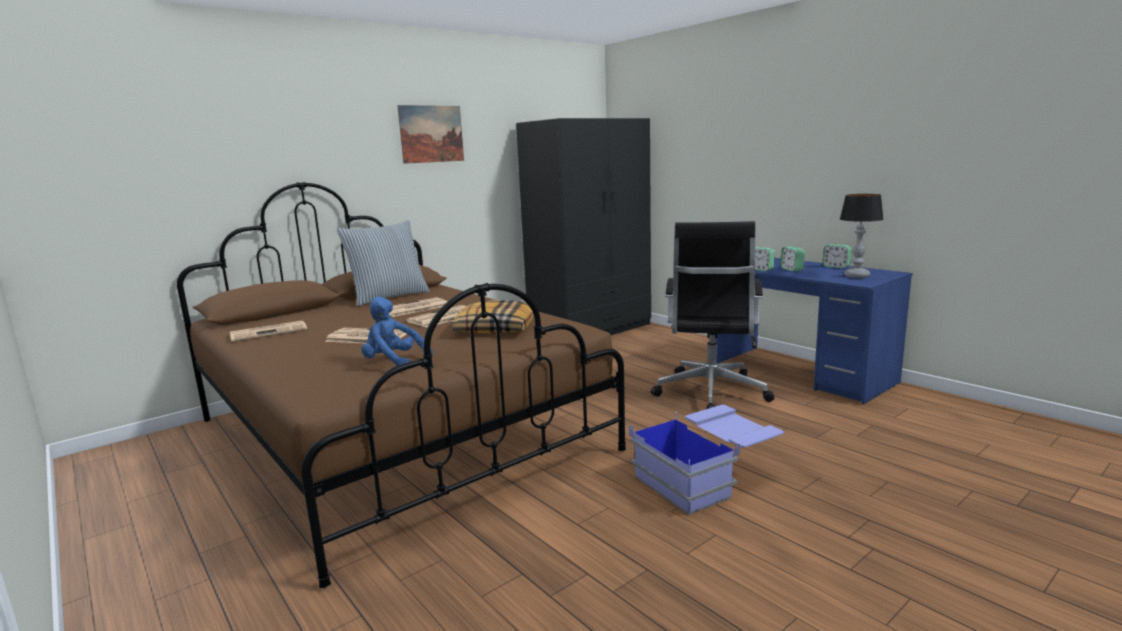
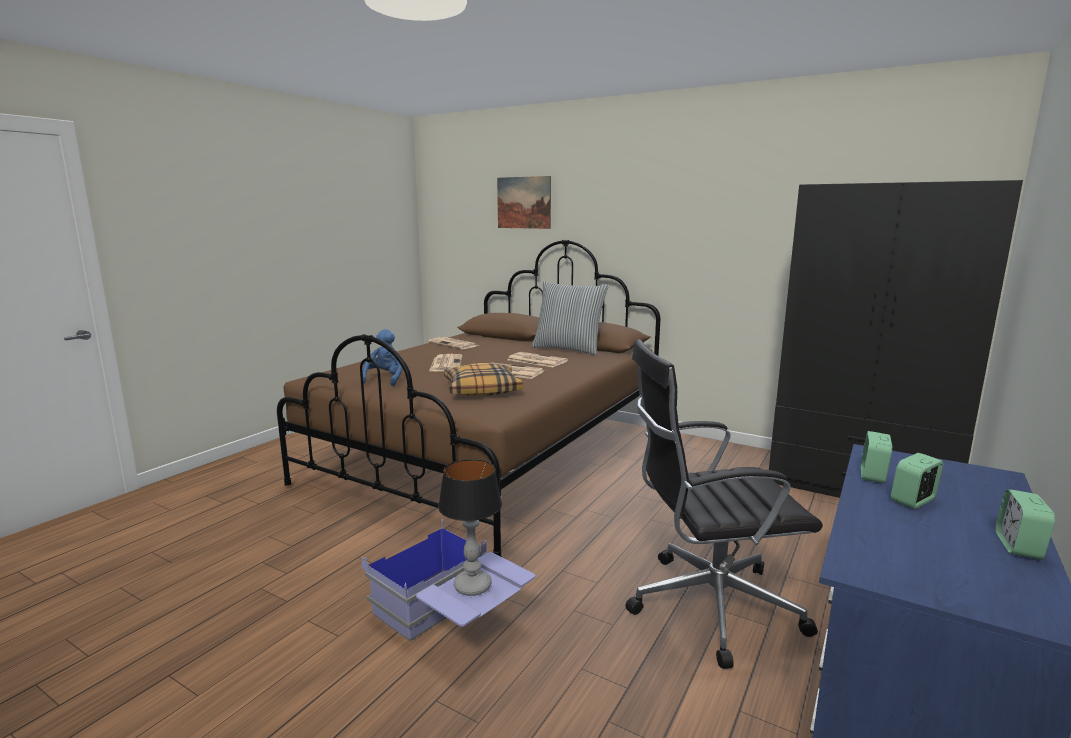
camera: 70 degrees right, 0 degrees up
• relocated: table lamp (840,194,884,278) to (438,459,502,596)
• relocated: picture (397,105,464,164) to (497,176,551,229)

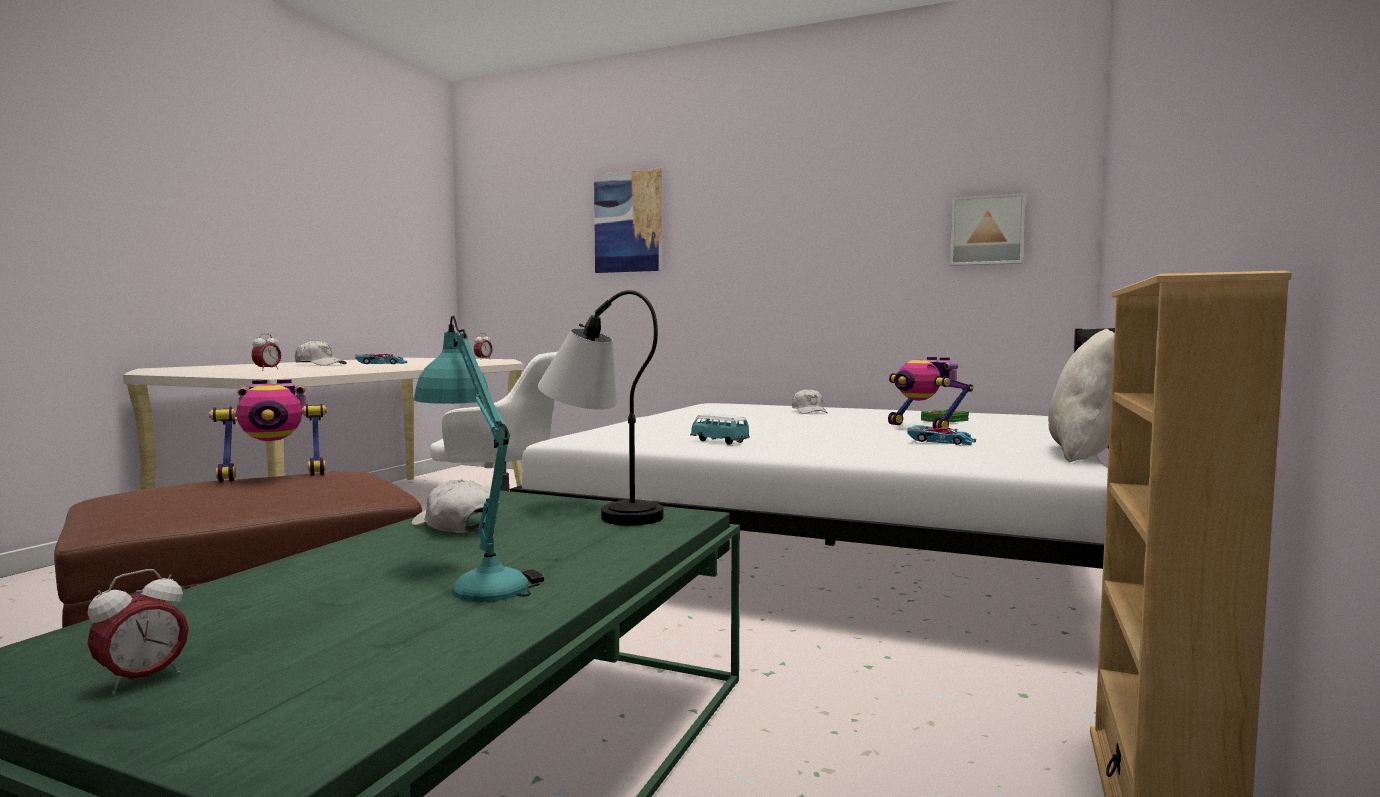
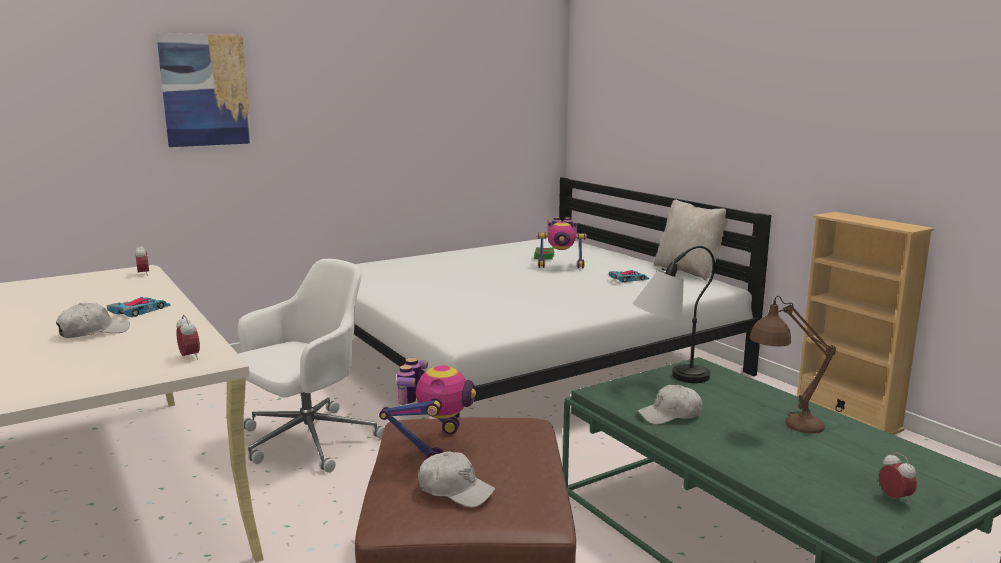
camera: 55 degrees left, 10 degrees up
• relocated: white cap (792,388,828,414) to (418,452,495,507)
• colour: turquoise table lamp (414,316,544,602) to brown table lamp (749,296,836,434)
• missing: toy car (690,414,750,445)
• missing: picture (950,193,1025,266)

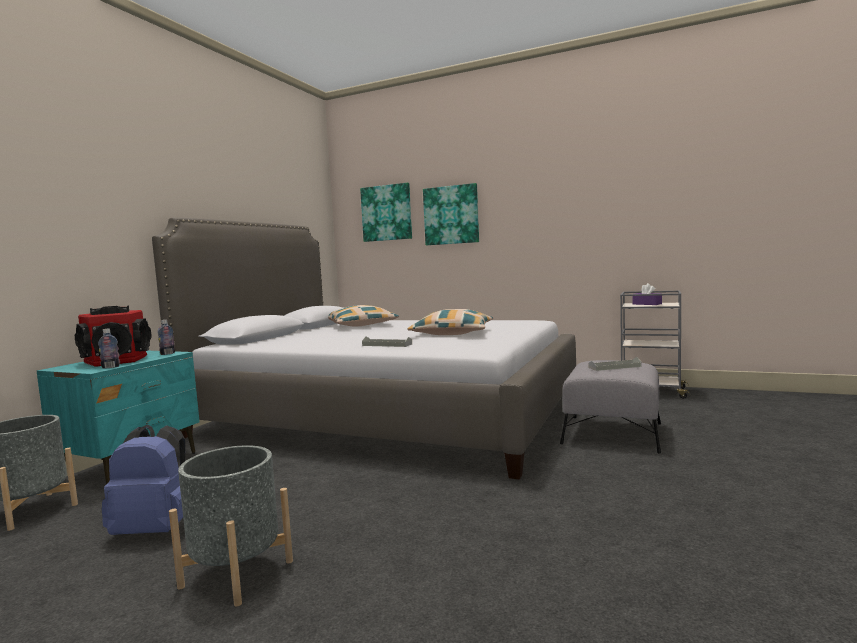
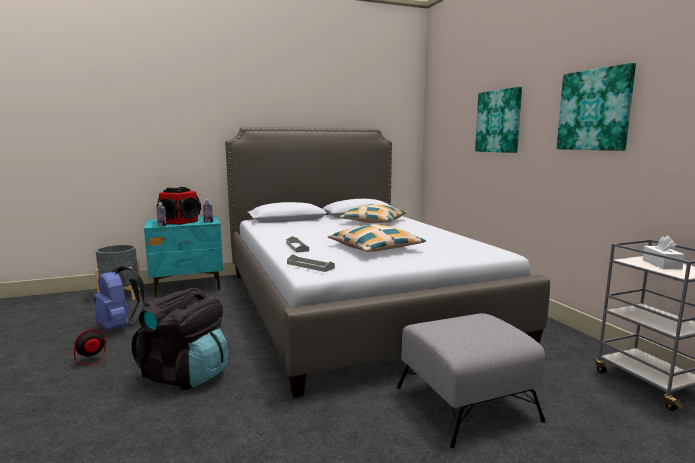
camera: 45 degrees right, 5 degrees up
• exchanged: grey planter (169,445,293,607) to fan (50,330,106,391)
• appeared: black backpack (131,288,228,390)
• relocated: grey tray (589,357,641,371) to (287,254,335,272)
• relocated: picture (360,183,412,242) to (557,63,636,151)
• colour: purple tissue box (633,283,662,305) to white tissue box (642,236,685,269)

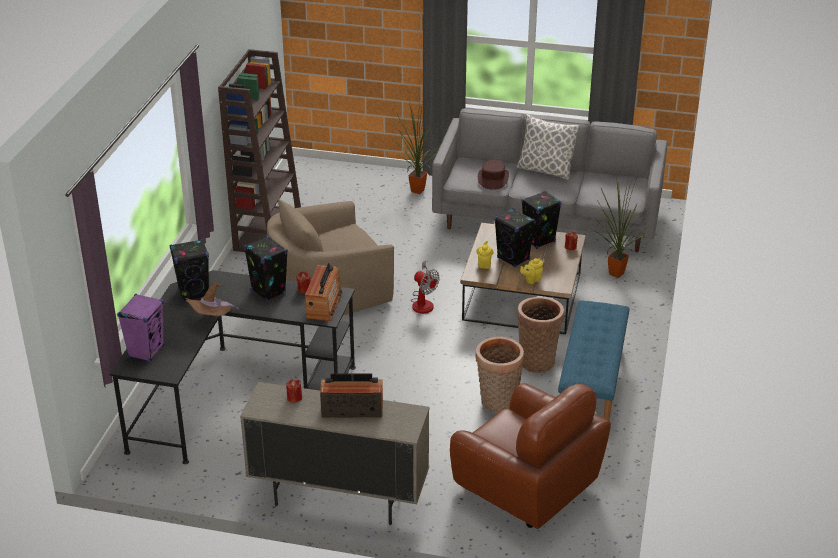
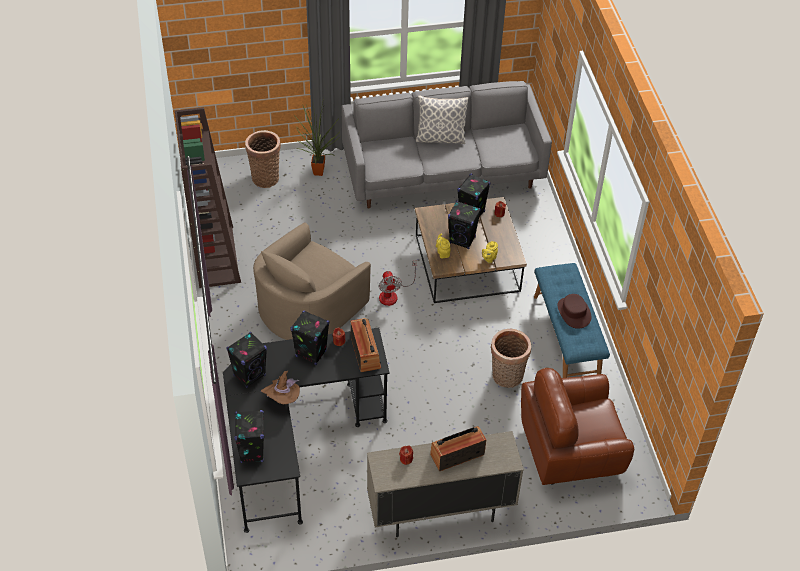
camera: 25 degrees left, 15 degrees up
• colour: purple speaker (117,294,164,362) to black speaker (234,410,264,463)
• relocated: basket (517,296,564,373) to (245,130,281,188)
• spun: fan (411,261,440,314) = (379,260,417,306) 60 degrees clockwise
• spun: brown armchair (450,383,611,529) = (521,368,634,485) 150 degrees clockwise
• relocated: brown hat (478,160,509,190) to (557,294,591,329)
• missing: potted plant (593,176,648,278)

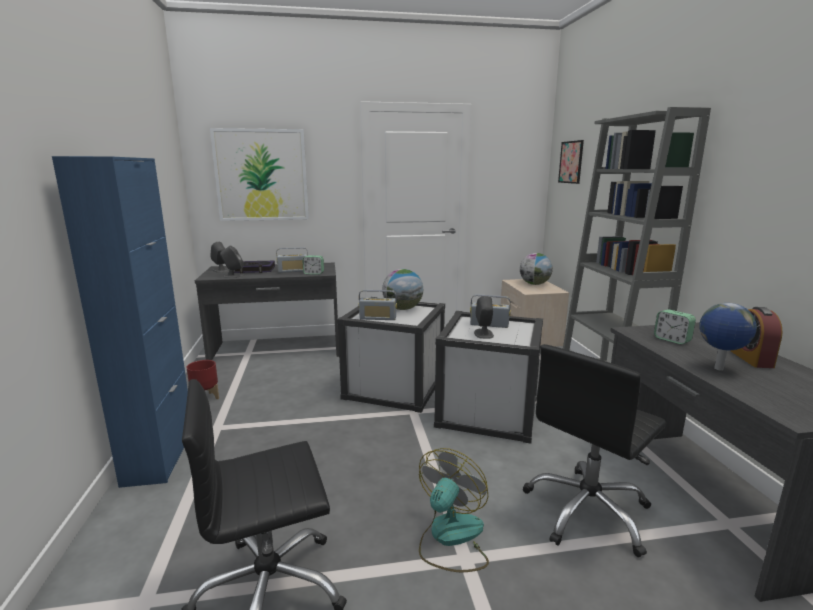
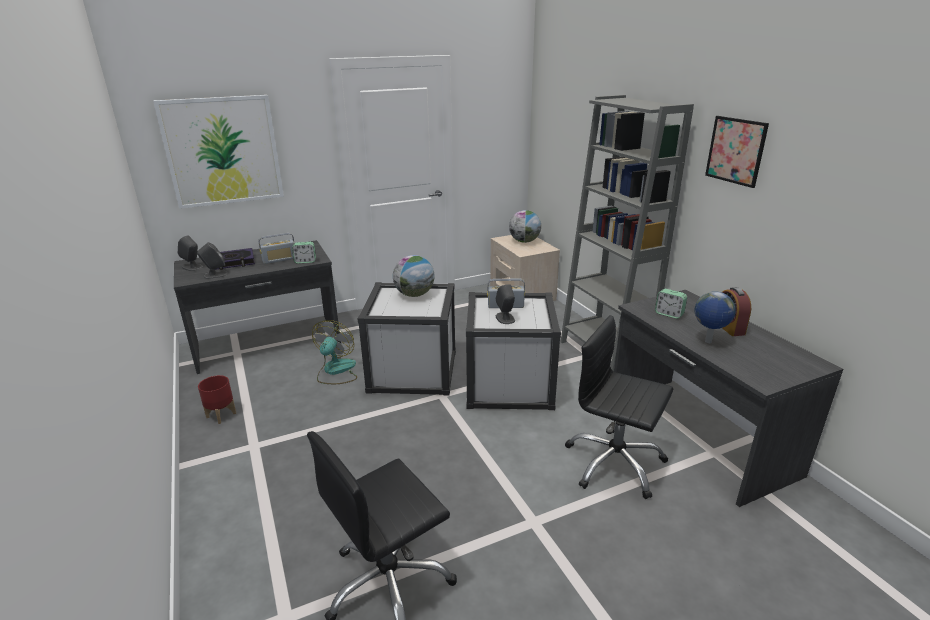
camera: 15 degrees left, 10 degrees up
• relocated: fan (419,448,489,572) to (312,320,357,384)
• spun: black office chair (522,344,666,557) = (565,315,673,499) 90 degrees clockwise
• relocated: picture (558,140,584,184) to (705,116,769,188)
• missing: blue cabinet (52,156,188,488)
• missing: radio (359,290,397,320)

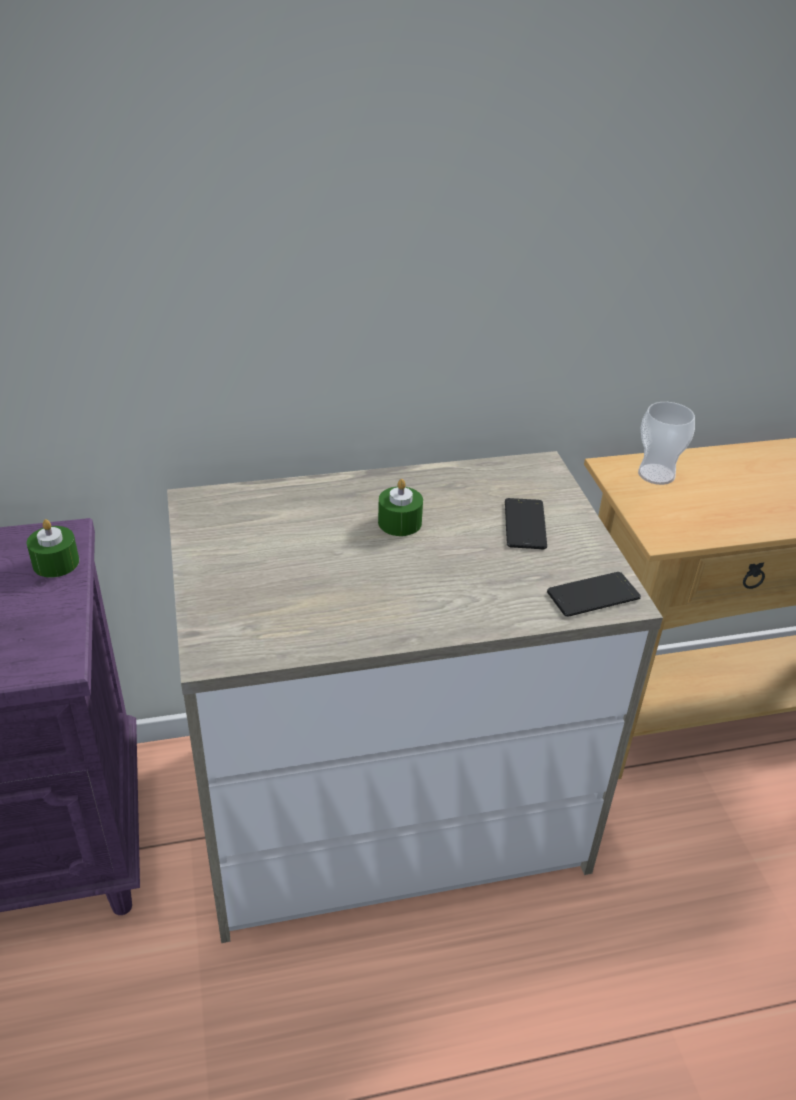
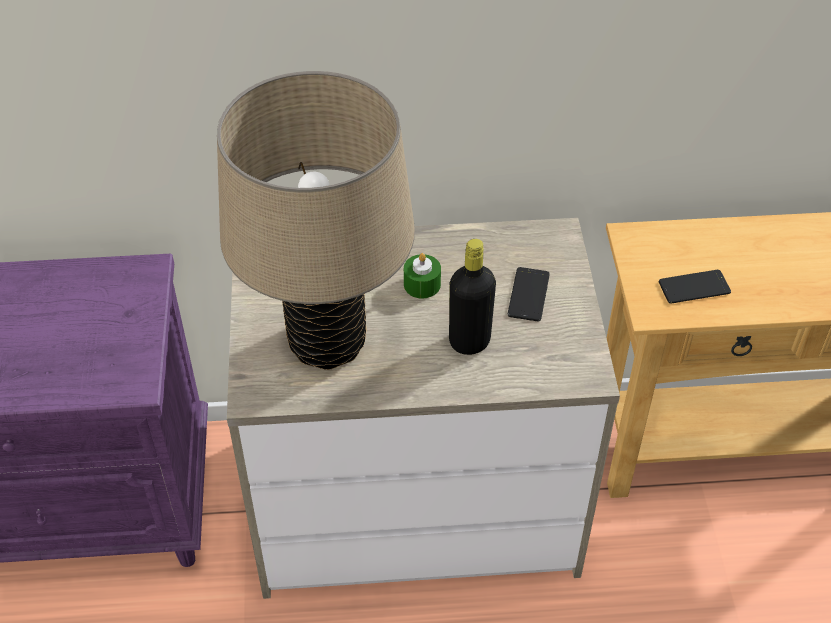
camera: 10 degrees right, 10 degrees up
• appeared: beige table lamp (217,71,415,370)
• appeared: black bottle (449,239,496,355)
• relocated: phone (547,572,641,617) to (659,270,731,304)
• missing: green candle (27,519,79,578)
• missing: cup (638,402,695,485)

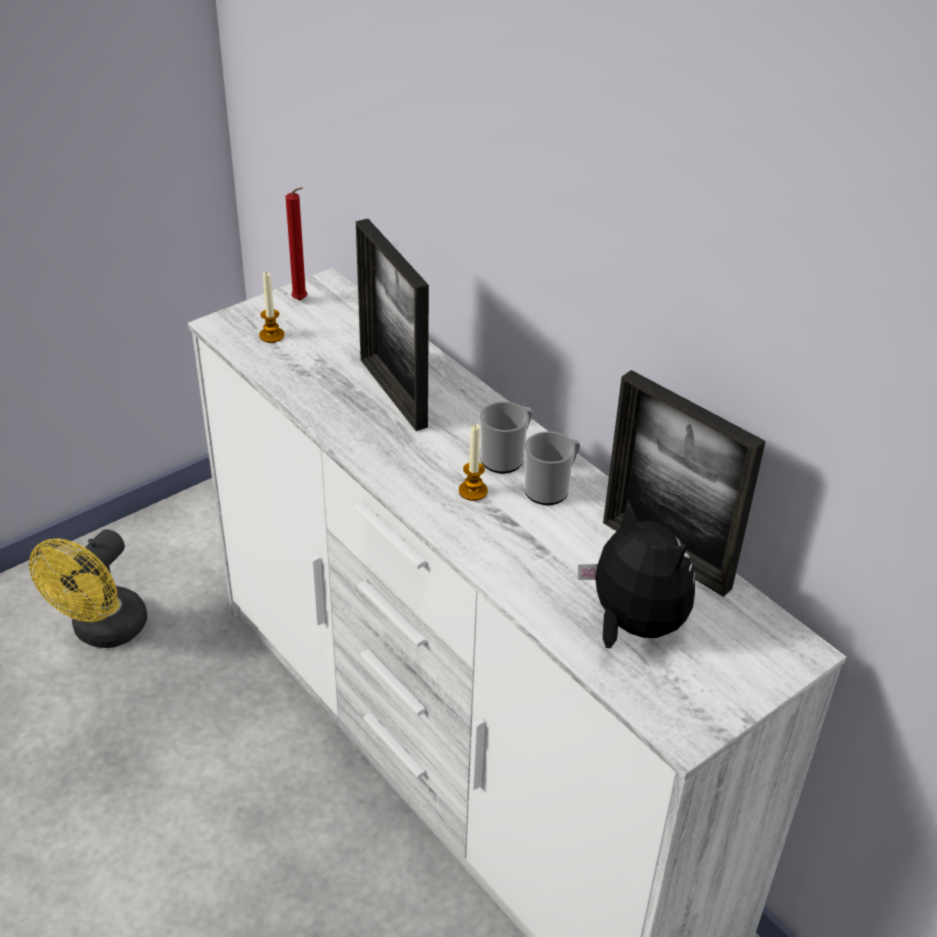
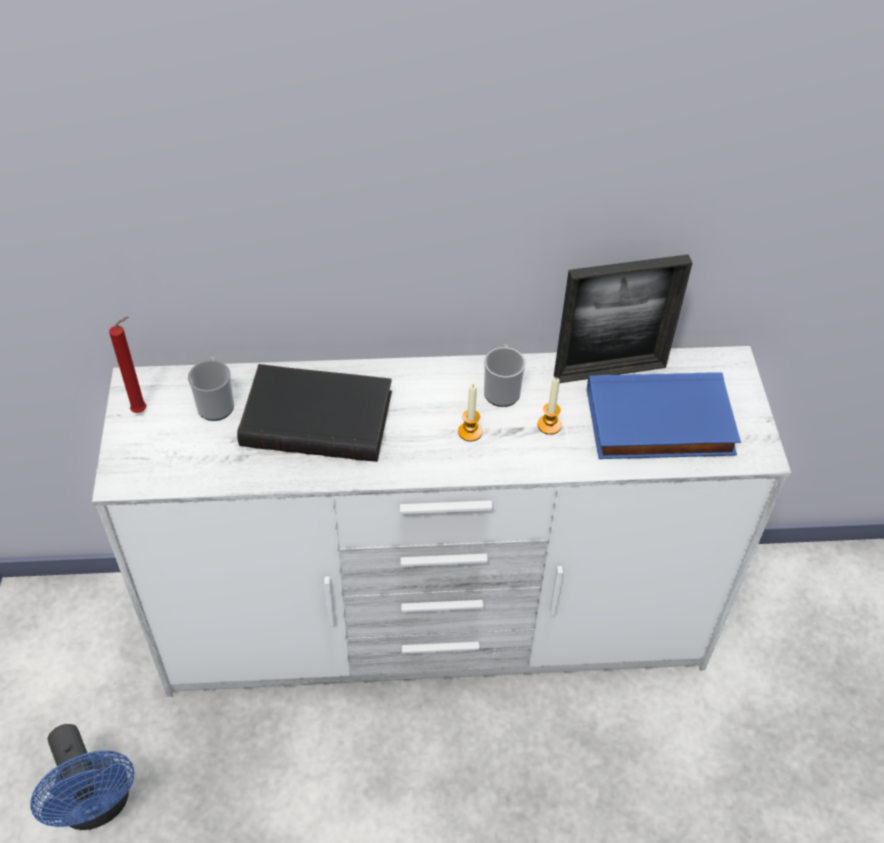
camera: 55 degrees left, 10 degrees up
• colour: yellow fan (29,529,147,648) to blue fan (30,724,135,830)
• relocated: mug (480,401,533,473) to (188,357,234,421)
• exchanged: picture frame (356,219,429,431) to black book (237,364,392,462)
• relocated: candle (259,272,284,343) to (537,377,562,435)
• exchanged: plush toy (578,499,695,648) to blue book (587,373,741,459)

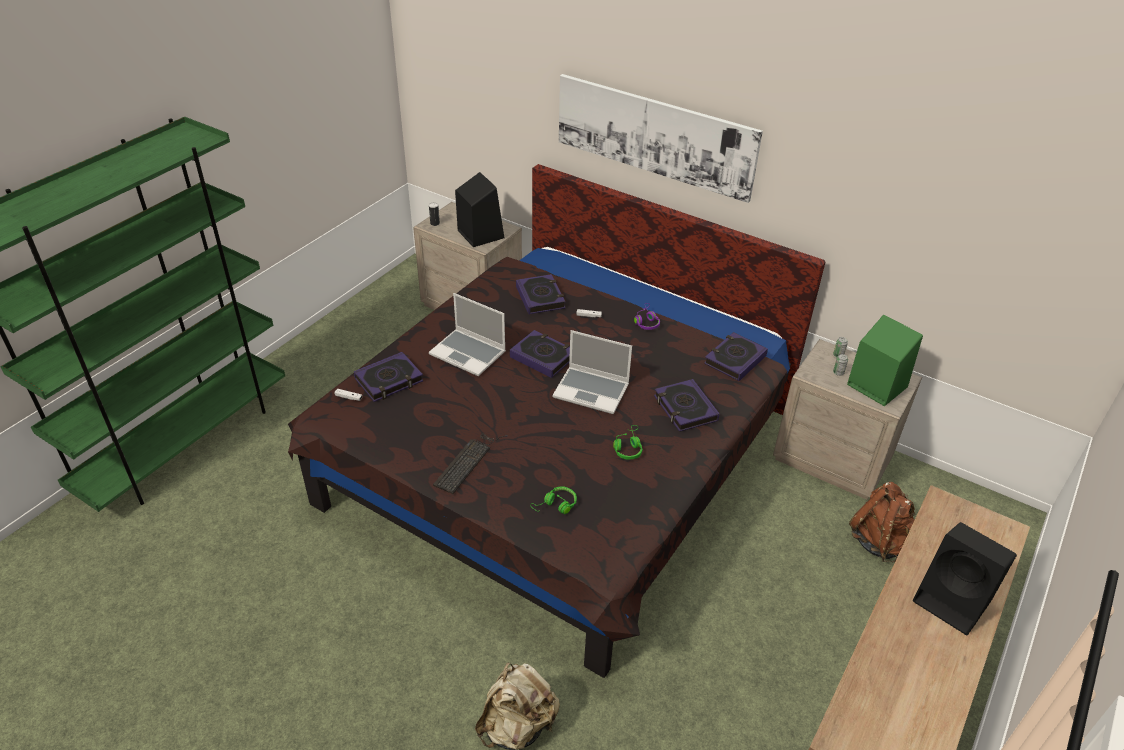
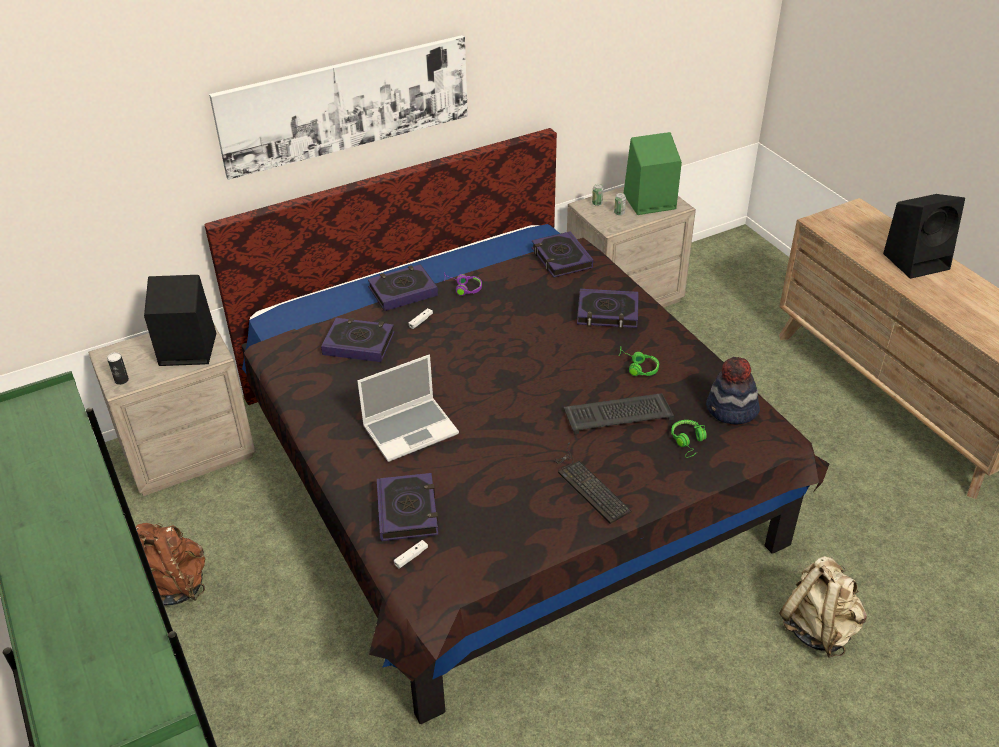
camera: 60 degrees left, 0 degrees up
• relocated: brown backpack (849,482,916,562) to (136,523,205,606)
• relocated: book (509,330,570,378) to (368,264,438,311)
• appeared: keyboard (564,393,674,434)
• appeared: hat (706,357,760,424)
• missing: laptop (552,330,632,414)

